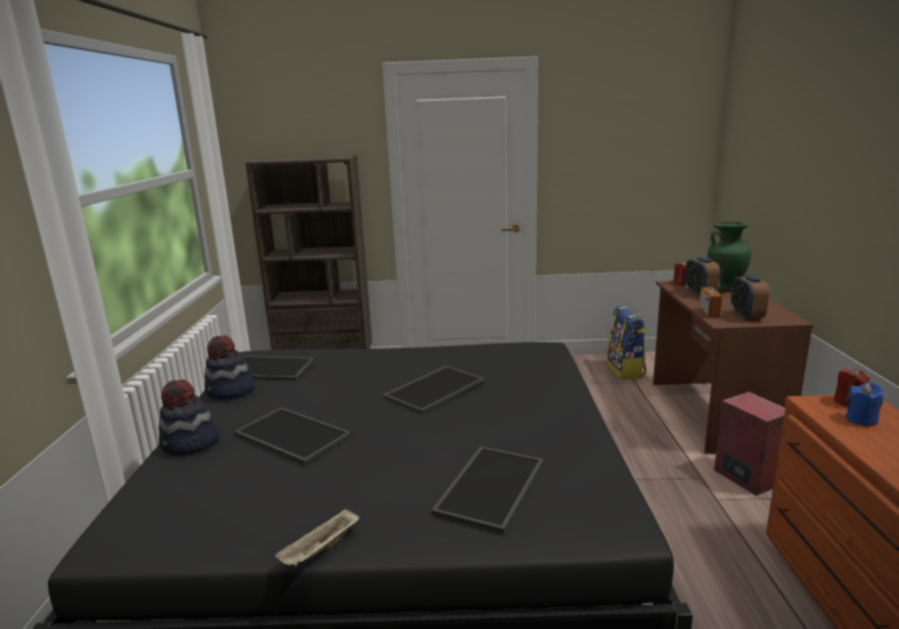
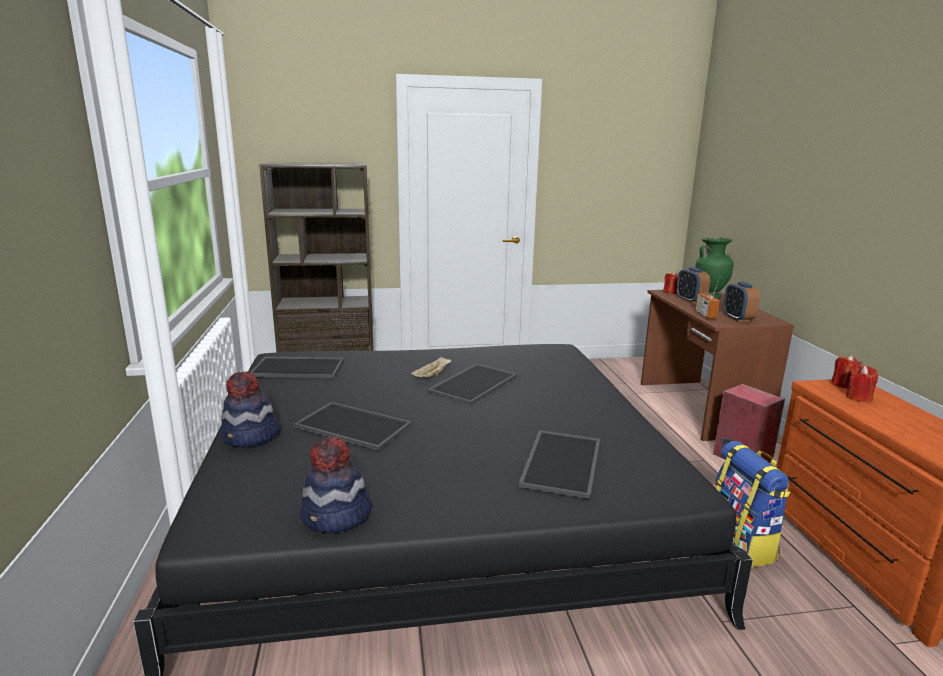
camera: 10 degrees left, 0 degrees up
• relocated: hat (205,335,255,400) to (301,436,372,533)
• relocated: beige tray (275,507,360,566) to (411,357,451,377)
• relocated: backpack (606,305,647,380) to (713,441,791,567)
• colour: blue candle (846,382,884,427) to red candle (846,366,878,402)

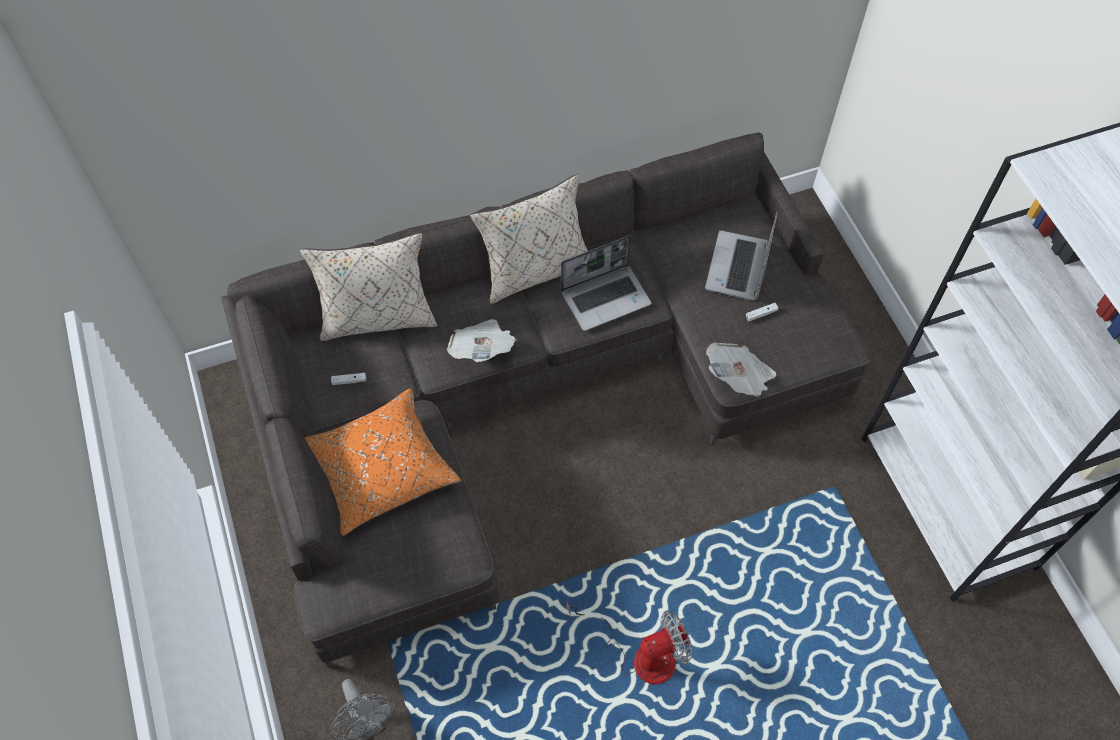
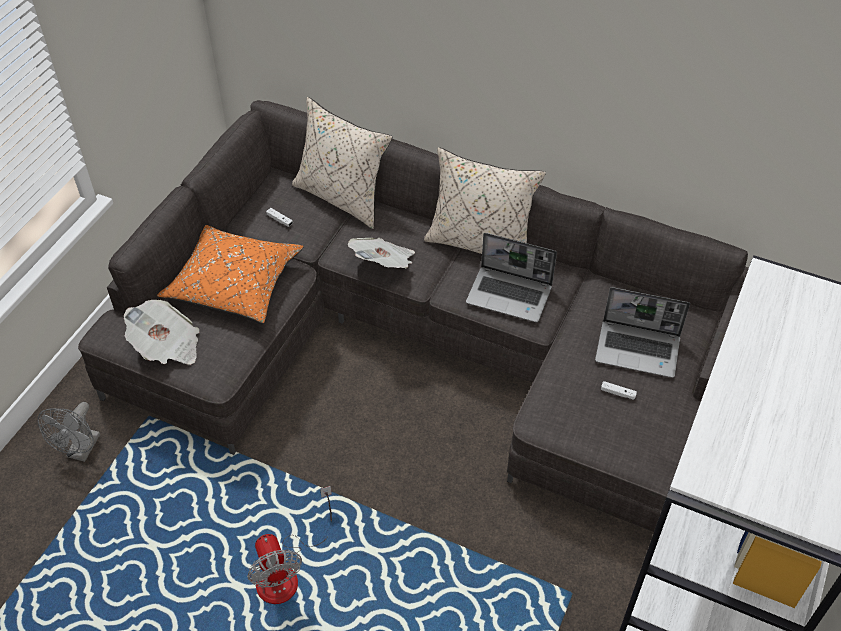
camera: 45 degrees right, 10 degrees down
• relocated: newspaper (706,343,776,397) to (124,300,199,365)
• spun: fan (566,601,692,684) = (247,486,332,604) 45 degrees clockwise
• spun: laptop (705,212,777,301) = (595,287,690,378) 135 degrees counterclockwise

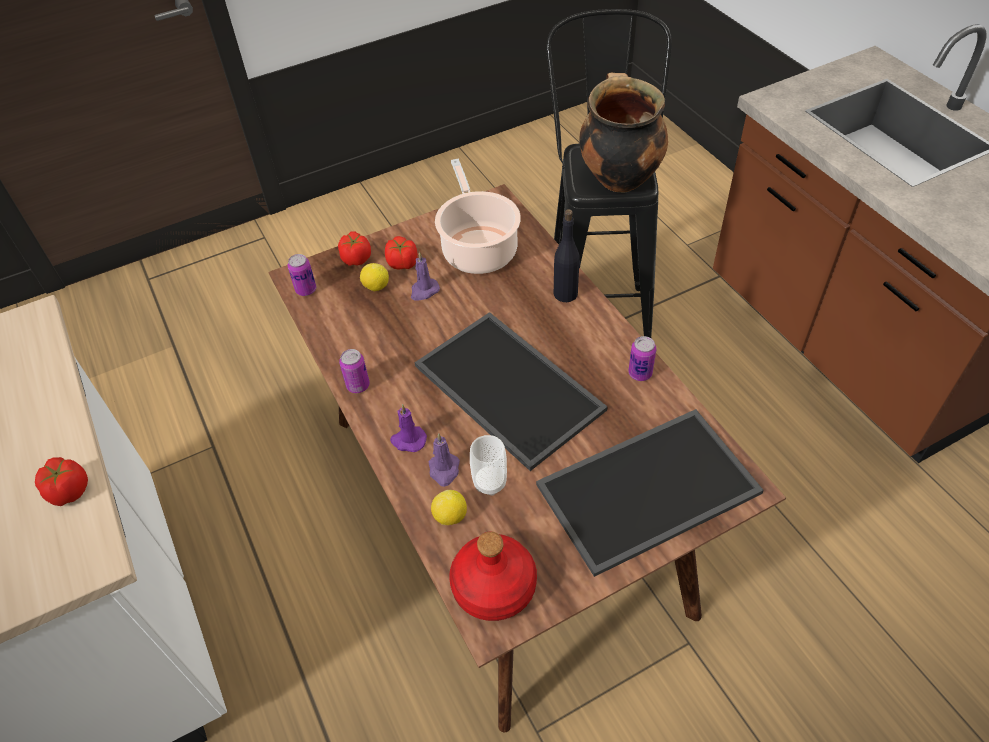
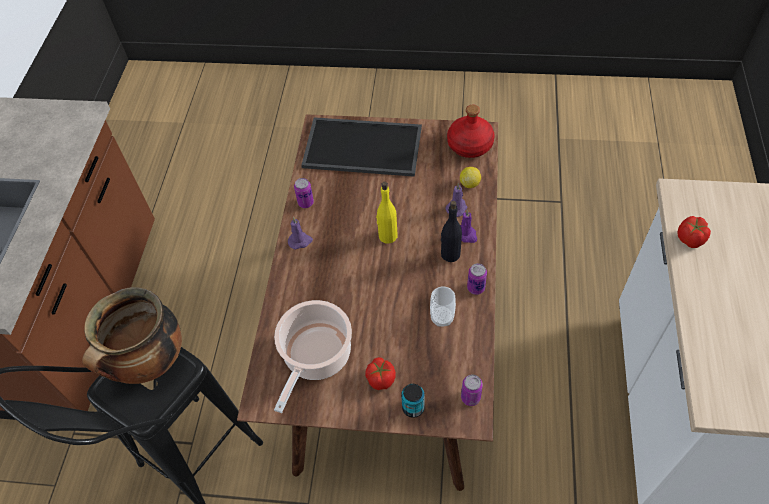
camera: 145 degrees left, 5 degrees up
• relocated: purple candle (411,252,440,300) to (288,217,313,250)
• exchanged: tray (414,312,608,471) to yellow bottle (376,182,398,243)
• exchanged: tomato (338,231,371,266) to can (401,384,424,418)
• relocated: cup (470,435,507,496) to (430,286,456,327)
• relocated: black bottle (554,209,580,302) to (441,201,462,262)
• missing: lemon (360,263,389,291)

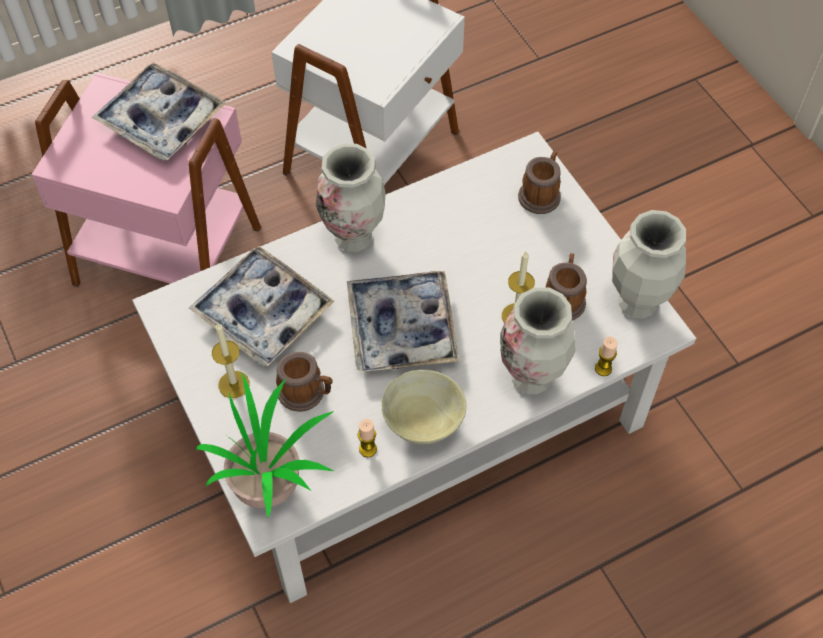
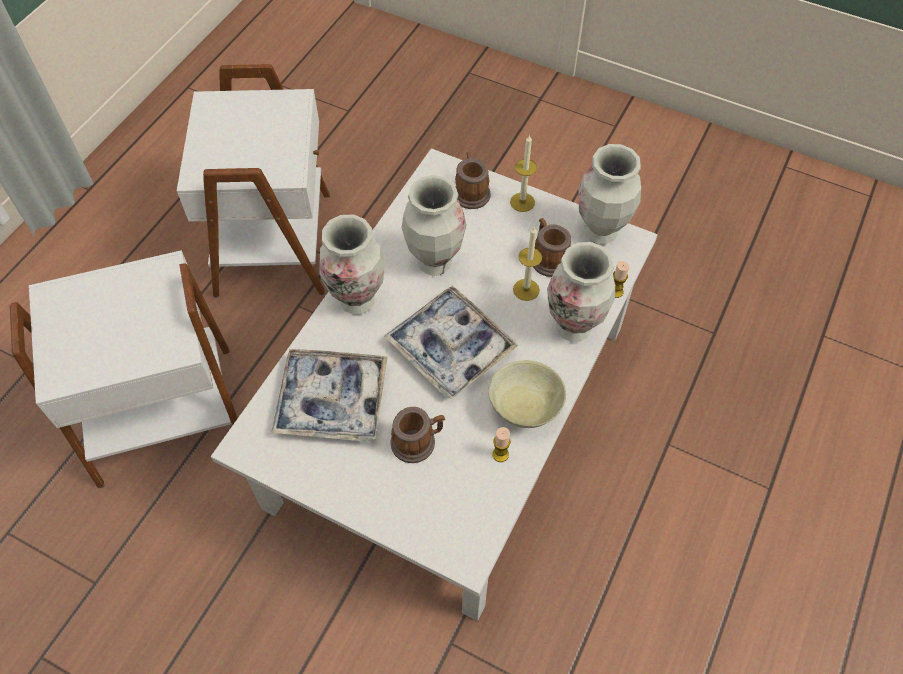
camera: 35 degrees left, 0 degrees up
• colour: pink side table (32,73,261,288) to white side table (10,250,238,488)
• appeared: vase (402,175,466,276)
• relocated: candle (212,323,250,398) to (510,134,537,212)
• missing: tray (92,62,226,160)
• missing: potted plant (196,372,334,517)

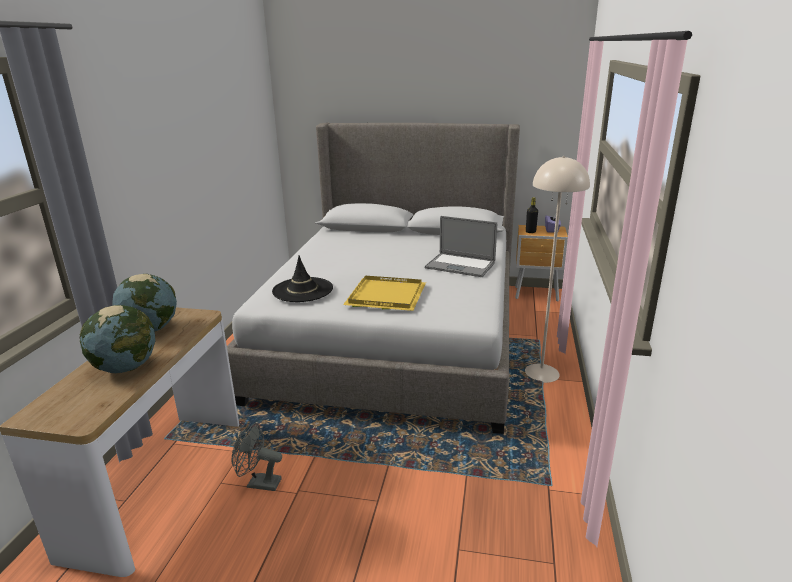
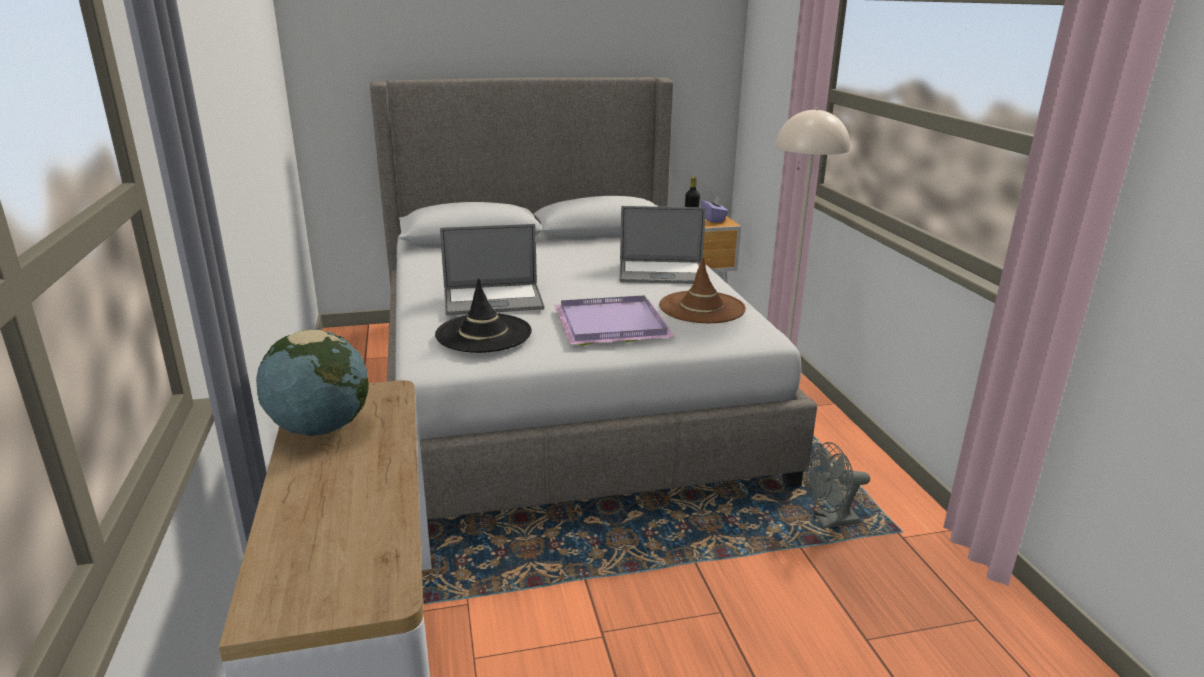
camera: 25 degrees left, 0 degrees up
• appeared: laptop (440,224,544,315)
• colour: yellow tray (343,276,426,311) to purple tray (555,295,675,346)
• appeared: brown hat (659,257,746,323)
• relocated: grey fan (231,423,282,491) to (806,442,870,528)
• missing: globe (79,305,156,373)

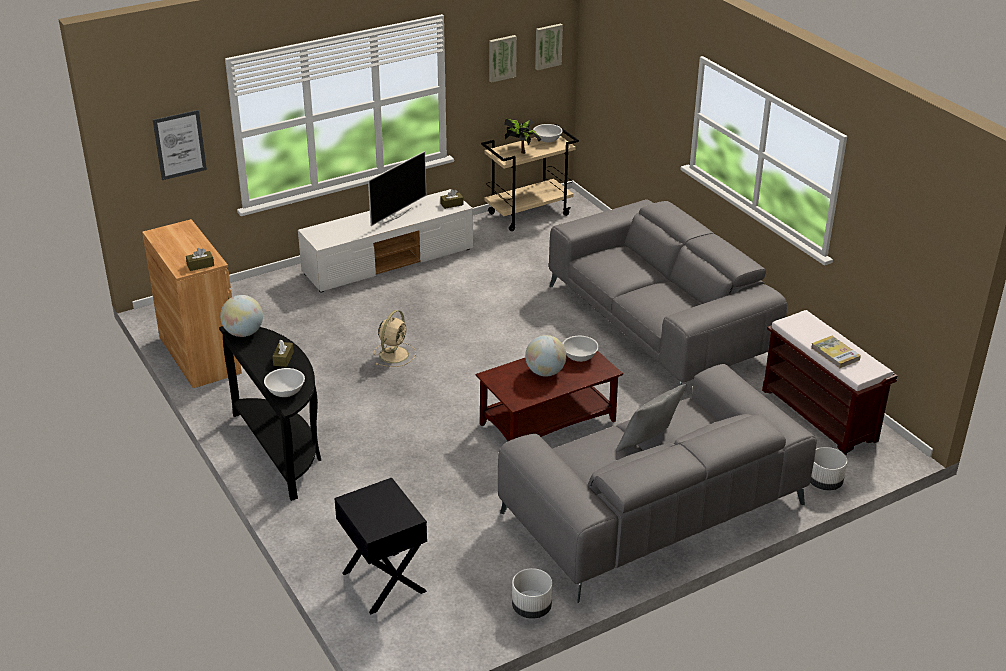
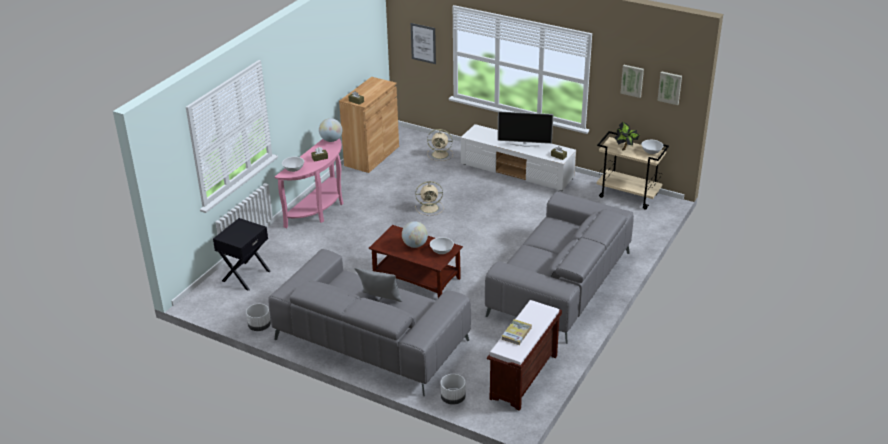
camera: 60 degrees right, 0 degrees up
• colour: black console table (219,326,321,501) to pink console table (275,138,343,228)
• appeared: beige fan (427,129,453,161)

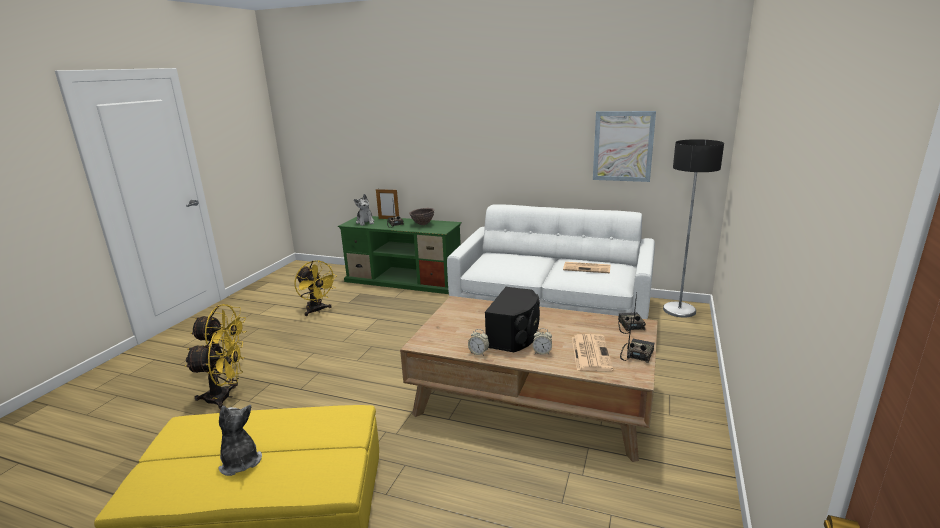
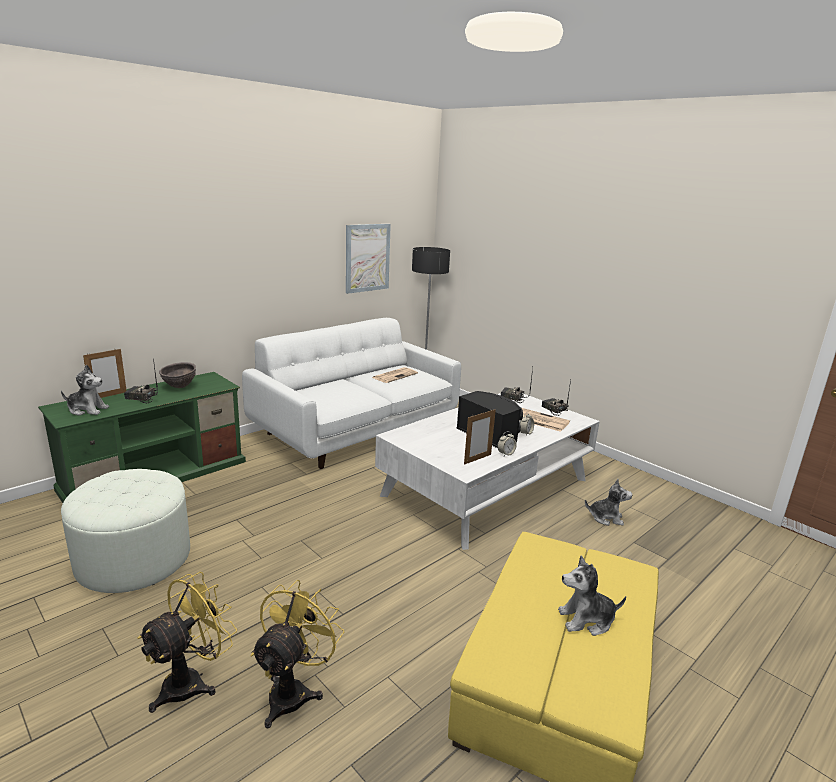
camera: 65 degrees left, 0 degrees up
• exchanged: yellow fan (294,261,337,316) to white ottoman (61,469,190,593)
• colour: brown coffee table (400,296,658,462) to white coffee table (375,393,600,550)
• appeared: picture frame (464,409,496,465)
• appeared: plush toy (585,479,632,526)

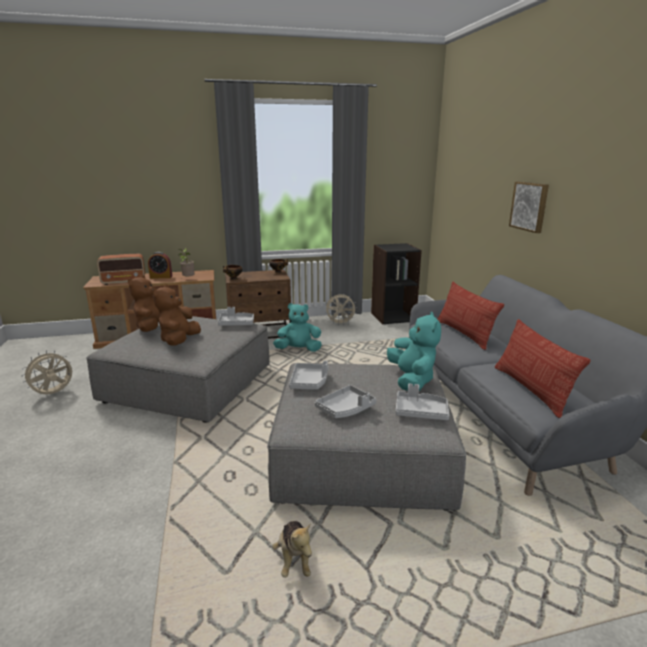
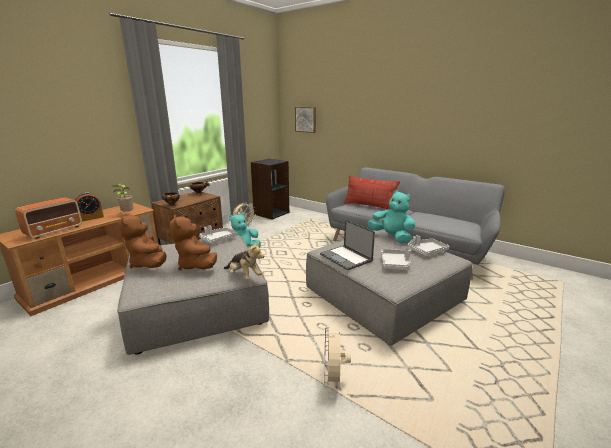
camera: 40 degrees left, 0 degrees up
• relocated: plush toy (272,521,312,578) to (224,240,265,280)
• relocated: picture (509,182,549,233) to (295,107,316,133)
• exchanged: grey tray (289,361,328,390) to laptop (320,220,375,271)
• relocated: beige fan (21,350,72,394) to (324,327,351,388)
• missing: pillow (495,319,591,418)

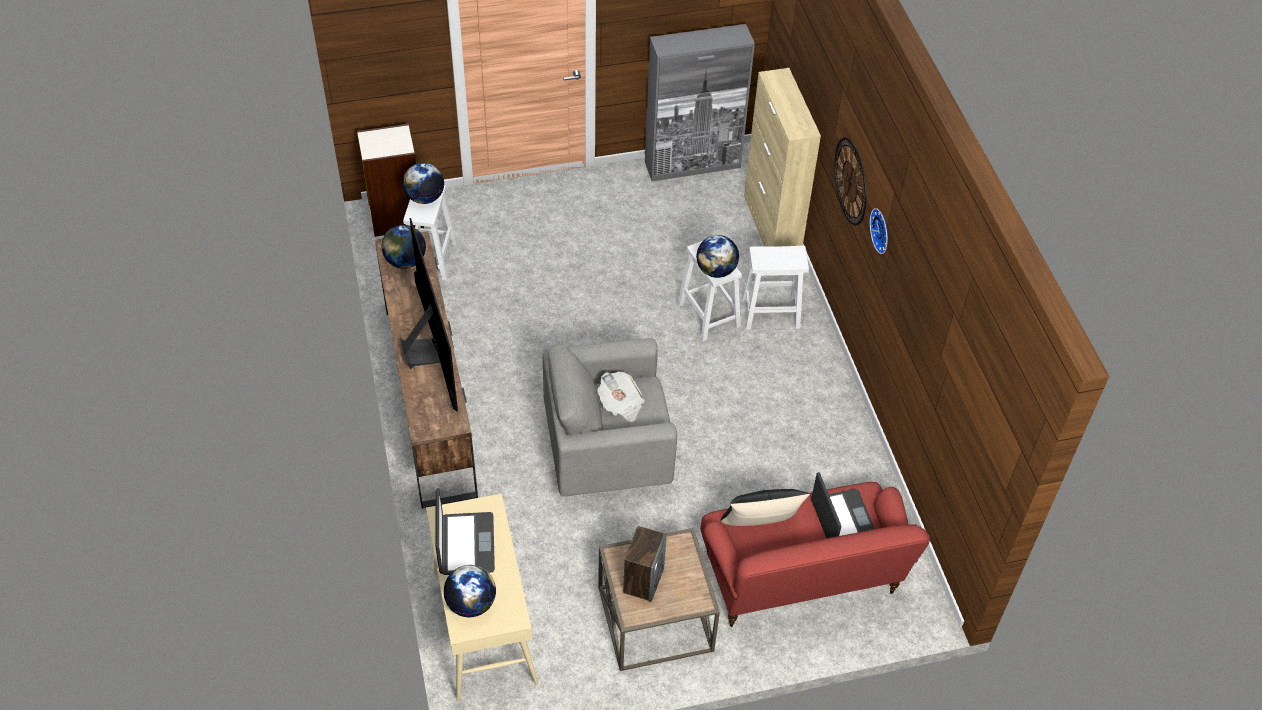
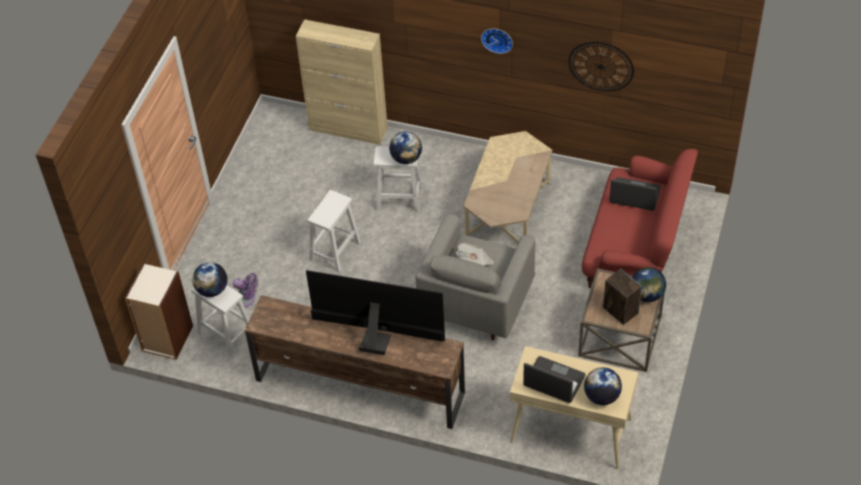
camera: 55 degrees left, 0 degrees up
• appeared: purple fan (233,273,258,307)
• relocated: white stool (742,246,809,330) to (307,190,361,272)
• appeared: beige coffee table (464,131,552,243)
• relocated: wall clock (834,137,866,226) to (568,41,634,91)
• relocated: globe (382,225,426,269) to (632,267,666,302)
• missing: grey cabinet (645,24,755,181)
• missing: black pillow (720,489,811,526)

